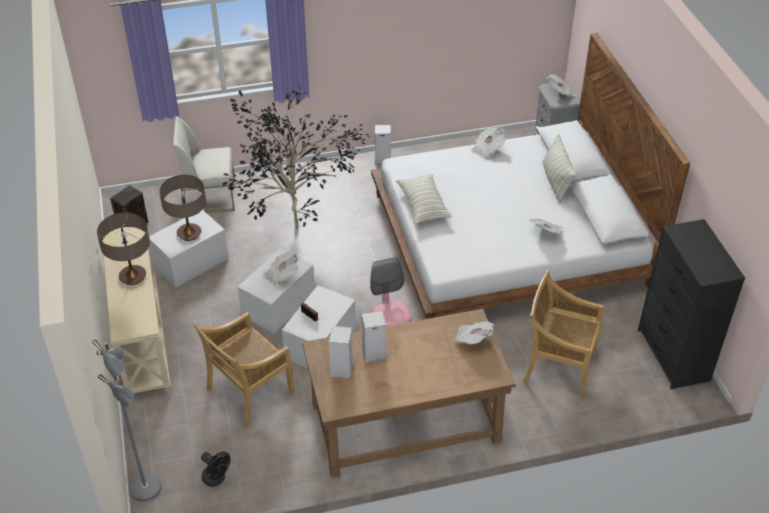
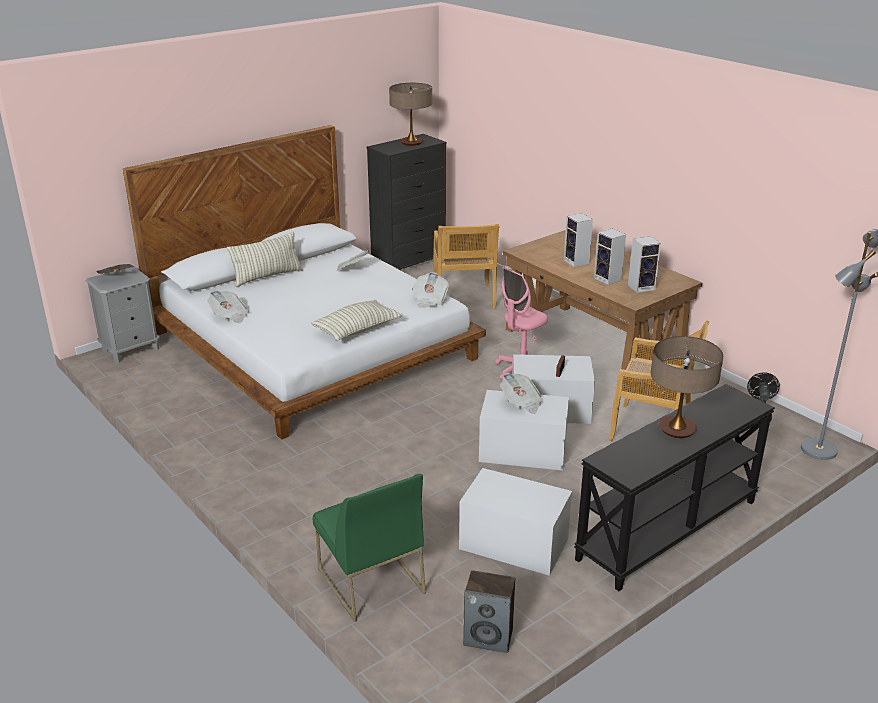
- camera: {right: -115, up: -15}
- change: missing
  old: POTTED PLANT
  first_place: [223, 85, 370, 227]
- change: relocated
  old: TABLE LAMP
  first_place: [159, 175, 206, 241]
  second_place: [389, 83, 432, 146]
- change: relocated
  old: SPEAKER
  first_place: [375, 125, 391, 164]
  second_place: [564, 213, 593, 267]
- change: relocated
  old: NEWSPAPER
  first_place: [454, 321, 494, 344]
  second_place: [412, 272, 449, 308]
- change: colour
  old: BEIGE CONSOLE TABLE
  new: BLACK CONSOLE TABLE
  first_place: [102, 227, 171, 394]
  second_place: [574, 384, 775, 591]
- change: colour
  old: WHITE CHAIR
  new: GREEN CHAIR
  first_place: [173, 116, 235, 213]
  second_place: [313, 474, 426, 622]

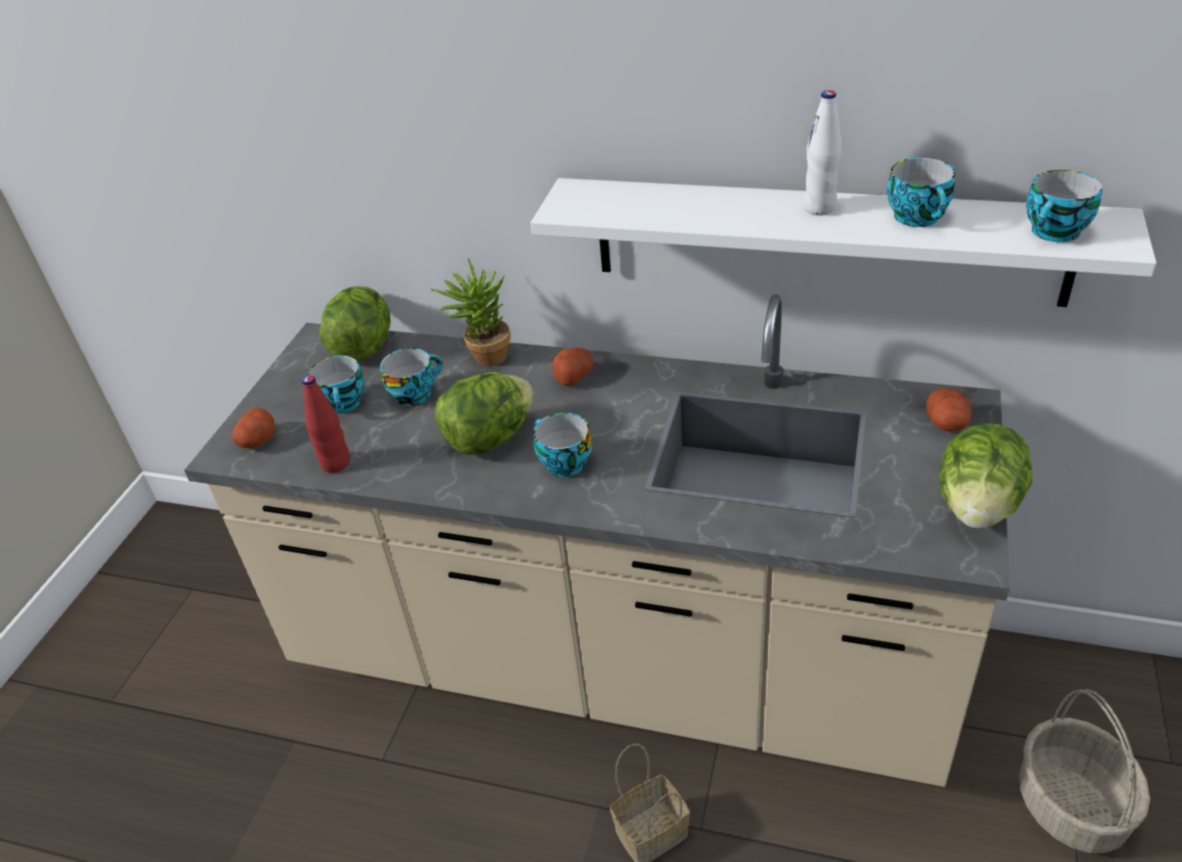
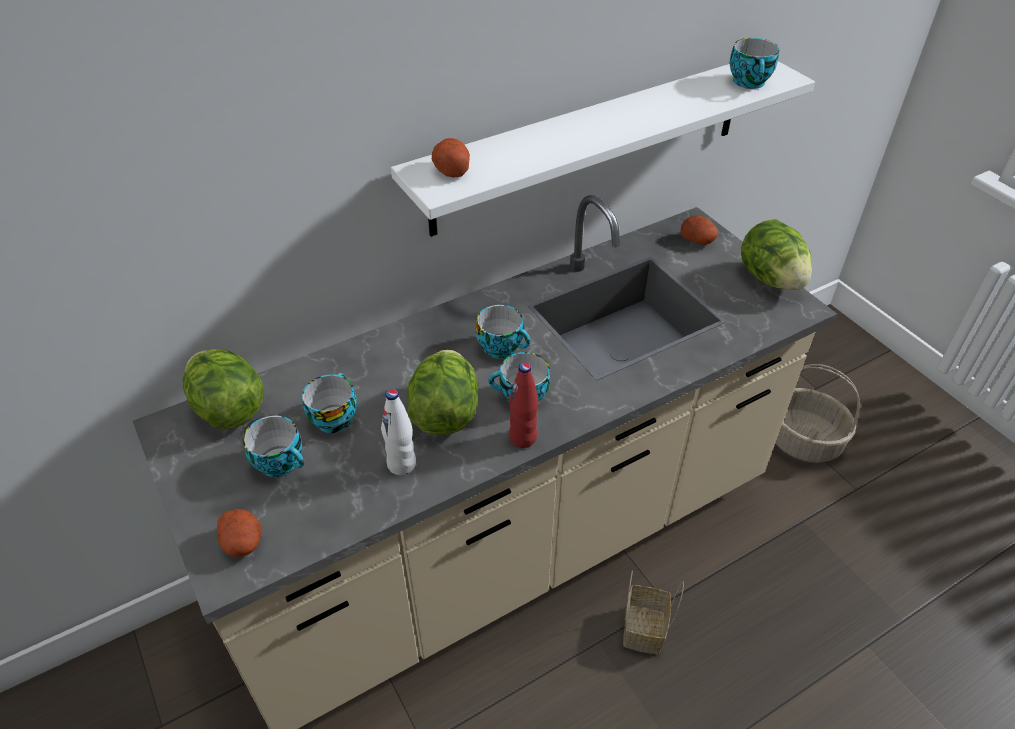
- camera: {right: -50, up: 5}
- change: missing
  old: POTTED PLANT
  first_place: [431, 258, 510, 366]
- change: relocated
  old: RED BOTTLE
  first_place: [302, 375, 350, 473]
  second_place: [509, 362, 539, 448]
- change: relocated
  old: POTATO
  first_place: [552, 347, 593, 386]
  second_place: [432, 138, 470, 178]
- change: relocated
  old: WHITE BOTTLE
  first_place: [803, 90, 842, 216]
  second_place: [381, 389, 416, 475]
- change: relocated
  old: CUP
  first_place: [887, 158, 956, 227]
  second_place: [476, 305, 530, 358]

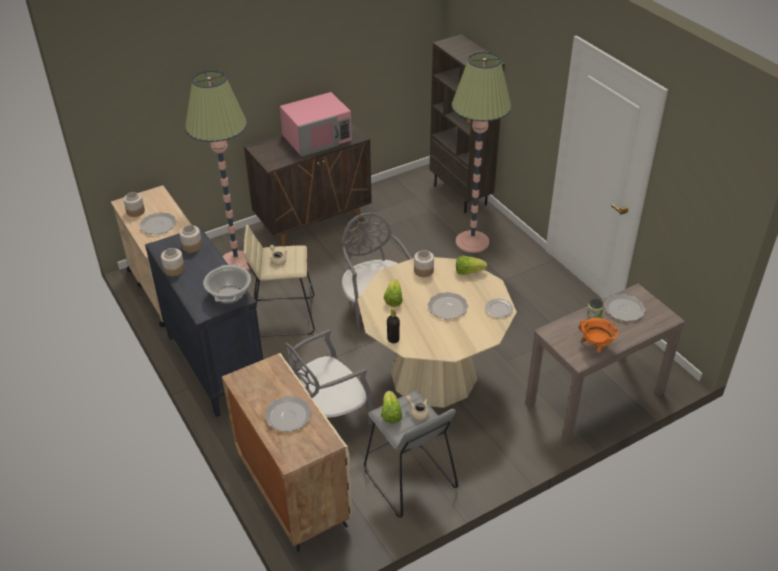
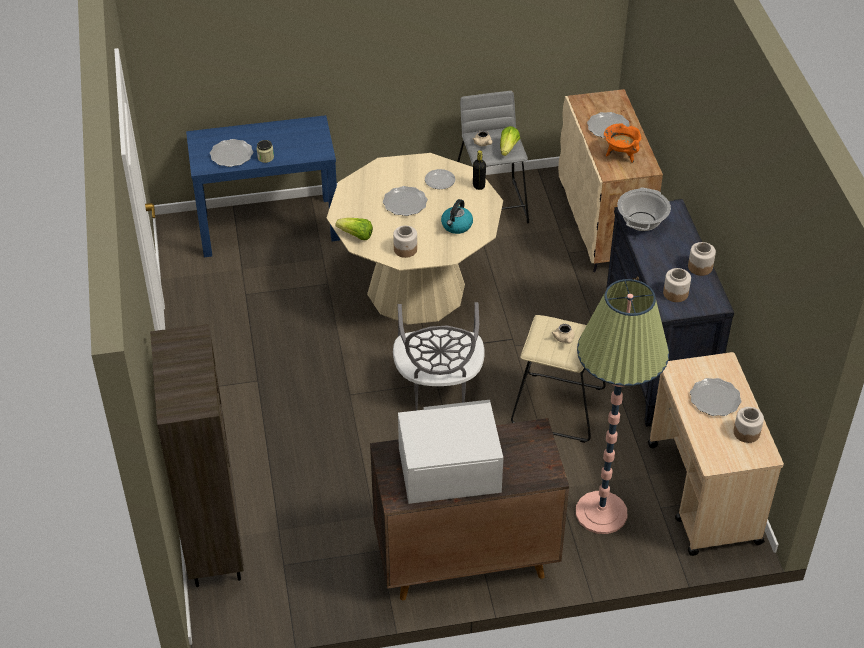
- camera: {right: -160, up: 5}
- change: missing
  old: GREY CHAIR
  first_place: [285, 329, 372, 425]
- change: missing
  old: FLOOR LAMP
  first_place: [452, 52, 512, 253]
- change: relocated
  old: PLATE
  first_place: [485, 298, 513, 318]
  second_place: [425, 169, 455, 189]
- change: relocated
  old: ORANGE COOKING POT
  first_place: [578, 318, 619, 353]
  second_place: [604, 123, 641, 163]
- change: exchanged
  old: LETTUCE
  new: KETTLE
  first_place: [384, 279, 403, 307]
  second_place: [441, 199, 473, 234]
- change: colour
  old: PINK MICROWAVE
  new: WHITE MICROWAVE
  first_place: [280, 92, 352, 157]
  second_place: [398, 400, 503, 504]
- change: colour
  old: BROWN CONSOLE TABLE
  new: BLUE CONSOLE TABLE
  first_place: [525, 284, 685, 444]
  second_place: [186, 115, 340, 257]

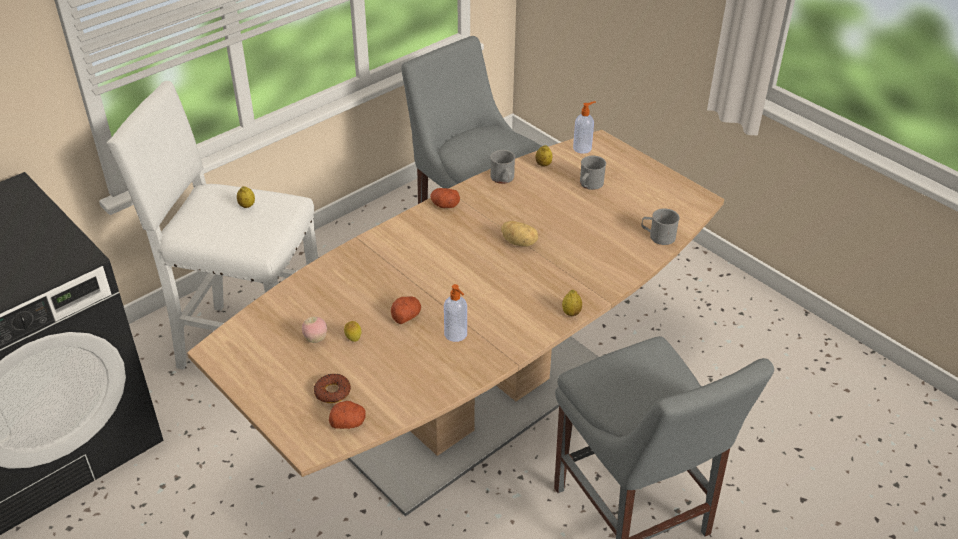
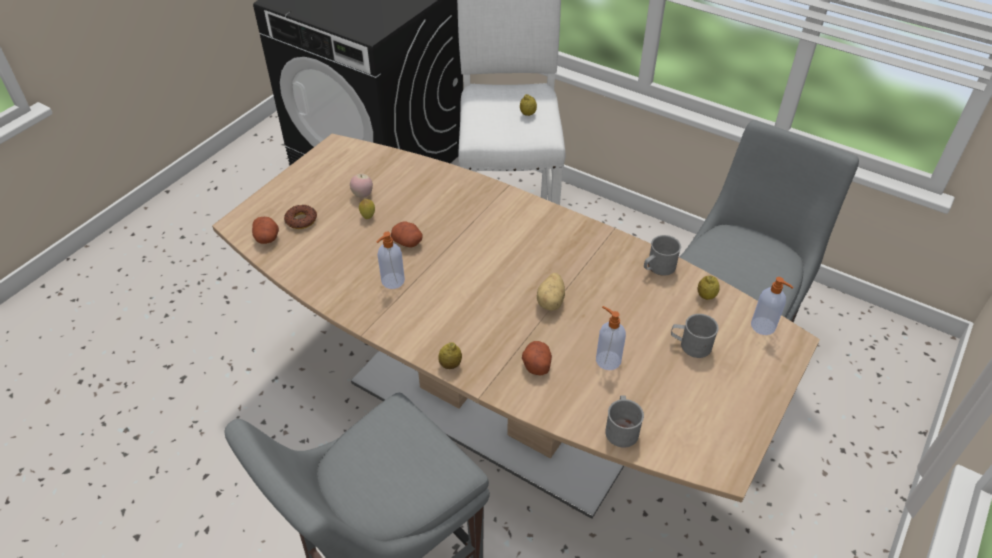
- camera: {right: 75, up: 5}
- change: appeared
  new: SOAP DISPENSER
  second_place: [596, 306, 626, 370]
- change: relocated
  old: POTATO
  first_place: [430, 188, 460, 208]
  second_place: [522, 341, 552, 375]

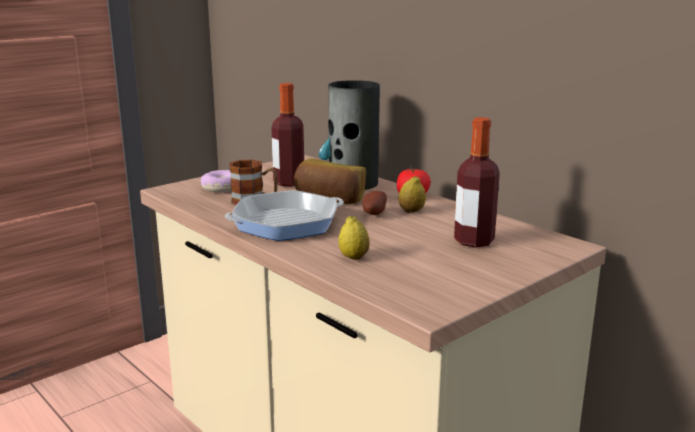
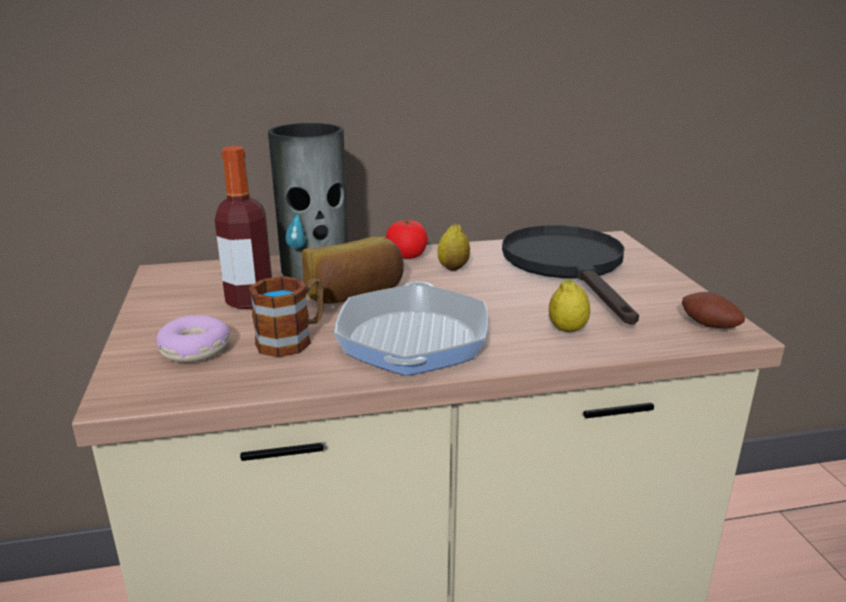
- camera: {right: -60, up: 5}
- change: relocated
  old: POTATO
  first_place: [362, 191, 387, 215]
  second_place: [682, 292, 745, 329]
- change: exchanged
  old: BOTTLE
  new: BLACK FRYING PAN
  first_place: [454, 117, 500, 247]
  second_place: [502, 225, 639, 325]

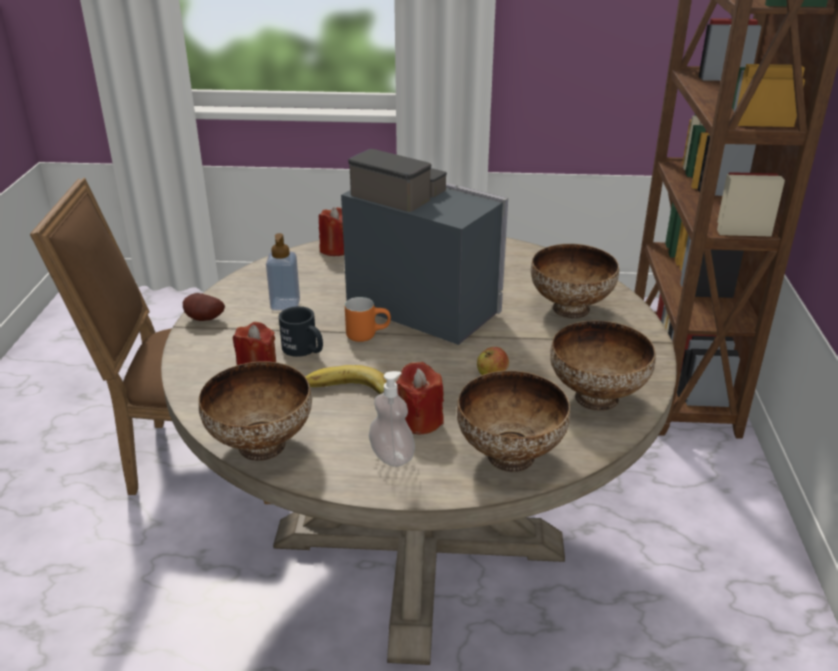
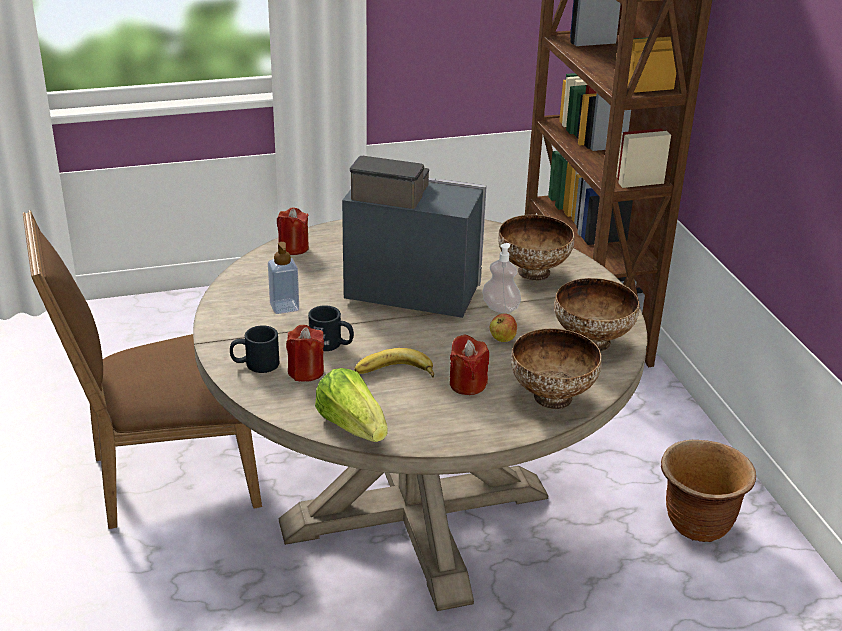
- camera: {right: -20, up: 0}
- change: missing
  old: POTATO
  first_place: [183, 293, 225, 321]
- change: missing
  old: ORANGE MUG
  first_place: [345, 297, 391, 342]
- change: appeared
  new: BLACK MUG
  second_place: [230, 325, 279, 373]
- change: appeared
  new: BROWN PLANTER
  second_place: [661, 440, 756, 542]
- change: relocated
  old: SOAP DISPENSER
  first_place: [369, 371, 415, 467]
  second_place: [482, 243, 521, 313]
- change: exchanged
  old: BOWL
  new: LETTUCE
  first_place: [199, 361, 312, 461]
  second_place: [315, 368, 388, 442]

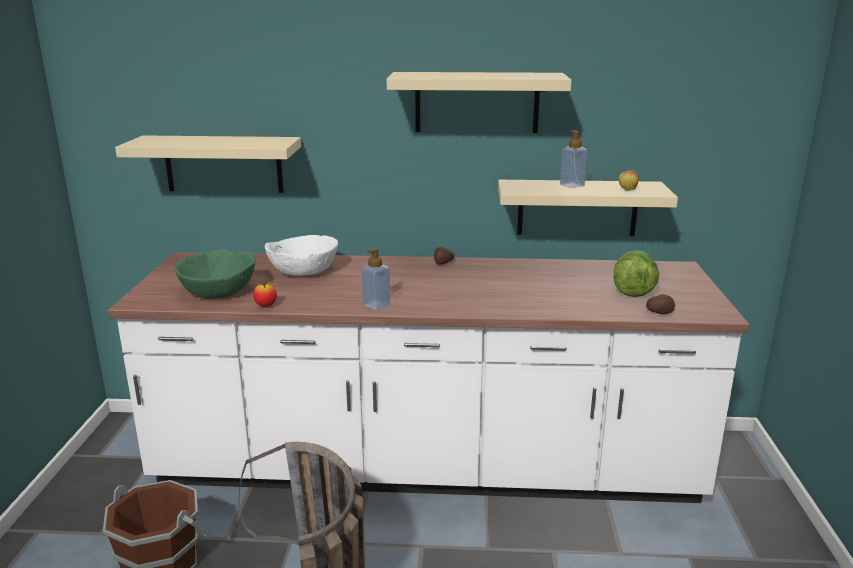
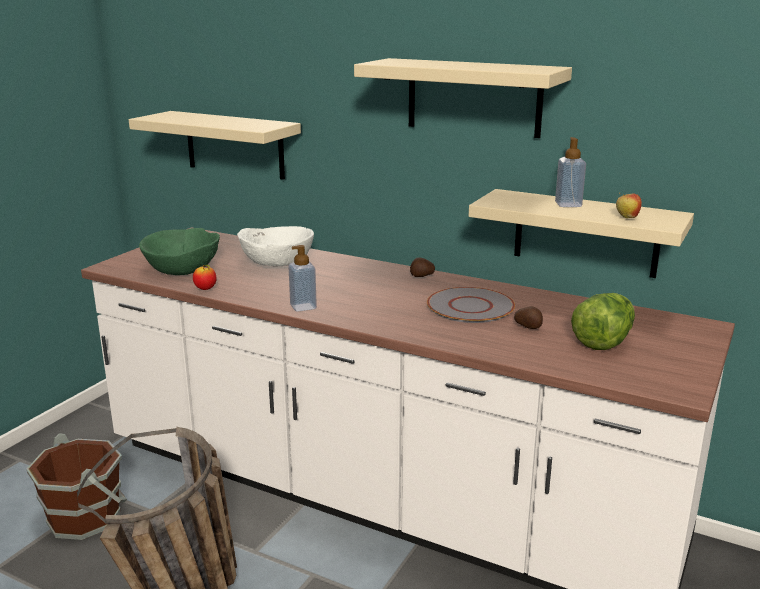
- camera: {right: 25, up: 0}
- change: appeared
  new: GREY PLATE
  second_place: [427, 287, 515, 323]
- change: relocated
  old: POTATO
  first_place: [646, 294, 675, 314]
  second_place: [514, 306, 543, 329]

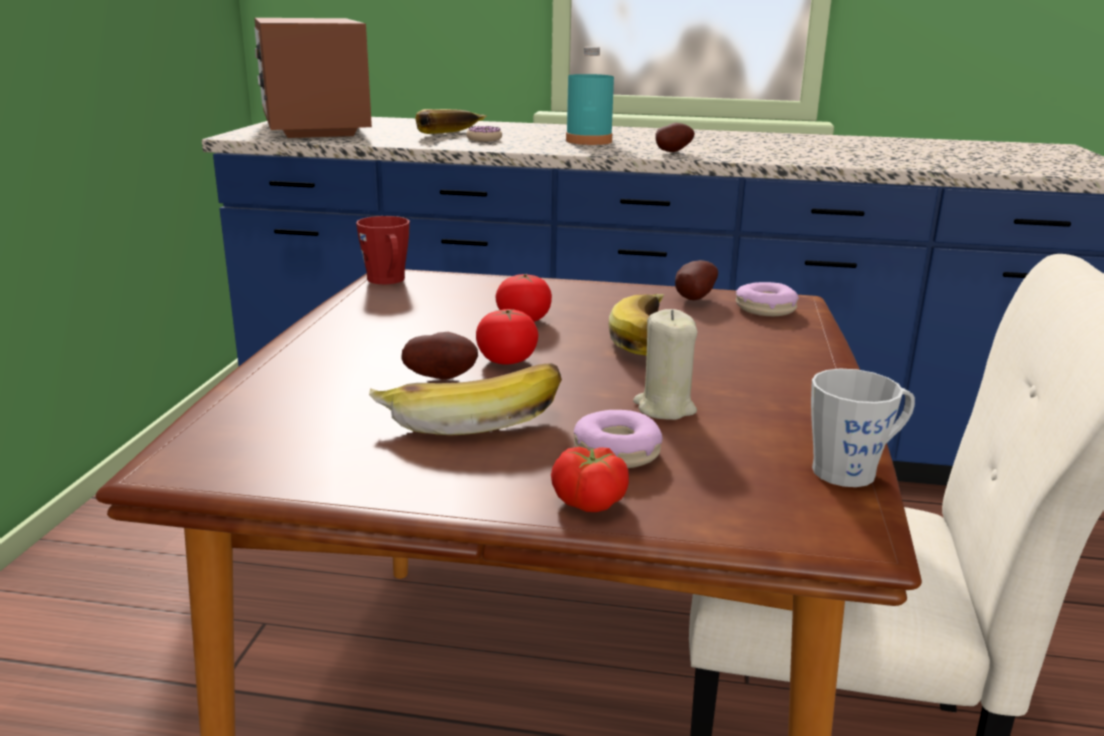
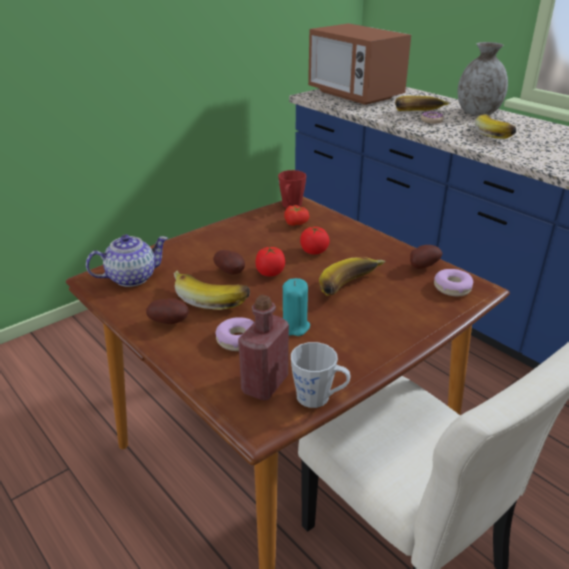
- camera: {right: 40, up: 10}
- change: appeared
  new: TEAPOT
  second_place: [86, 234, 168, 287]
- change: appeared
  new: RED BOTTLE
  second_place: [238, 295, 289, 400]
- change: appeared
  new: GREY VASE
  second_place: [458, 42, 508, 116]
- change: relocated
  old: TOMATO
  first_place: [551, 447, 629, 512]
  second_place: [284, 205, 309, 226]
- change: relocated
  old: POTATO
  first_place: [656, 123, 695, 152]
  second_place: [146, 298, 189, 324]
- change: exchanged
  old: TURQUOISE BOTTLE
  new: BANANA
  first_place: [566, 47, 614, 145]
  second_place: [475, 114, 516, 139]
- change: colour
  old: BEIGE CANDLE
  new: TURQUOISE CANDLE
  first_place: [633, 309, 697, 420]
  second_place: [283, 278, 310, 336]
- change: spun
  old: MICROWAVE
  first_place: [254, 18, 372, 138]
  second_place: [308, 23, 411, 105]
  degrees: -60

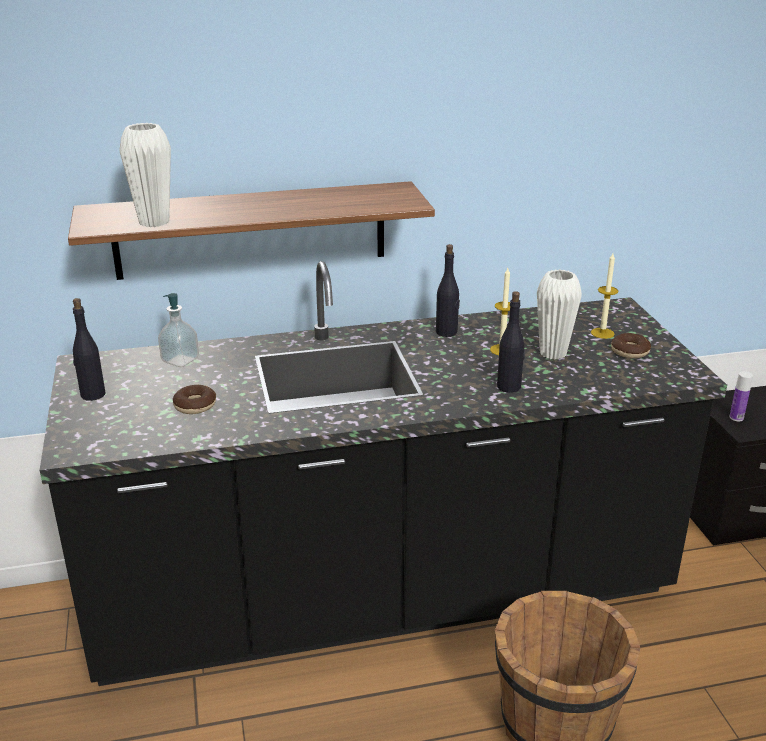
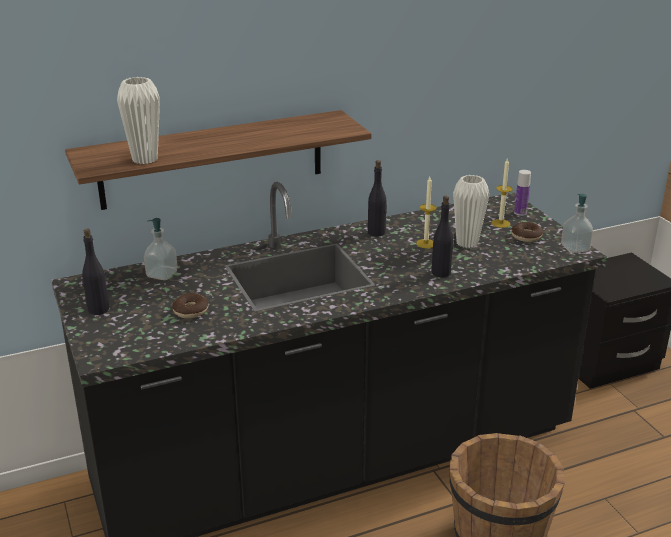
- camera: {right: -10, up: 0}
- change: appeared
  new: SOAP DISPENSER
  second_place: [561, 194, 593, 253]
- change: relocated
  old: BOTTLE
  first_place: [729, 371, 753, 421]
  second_place: [514, 170, 531, 216]

